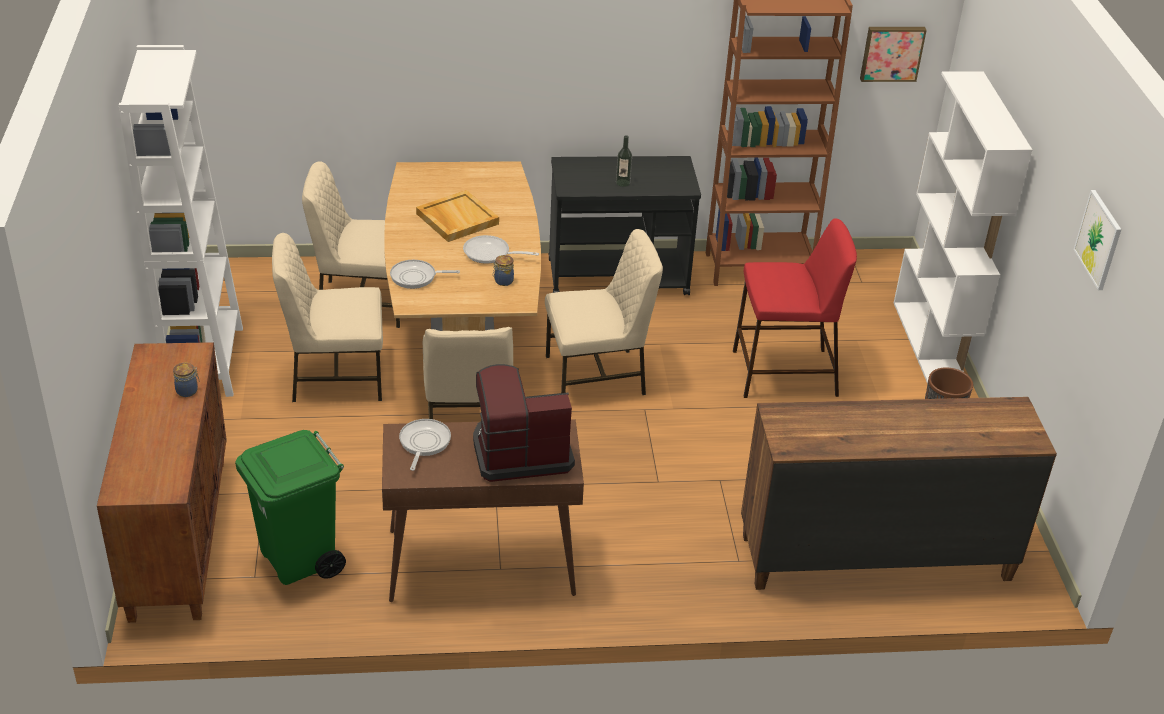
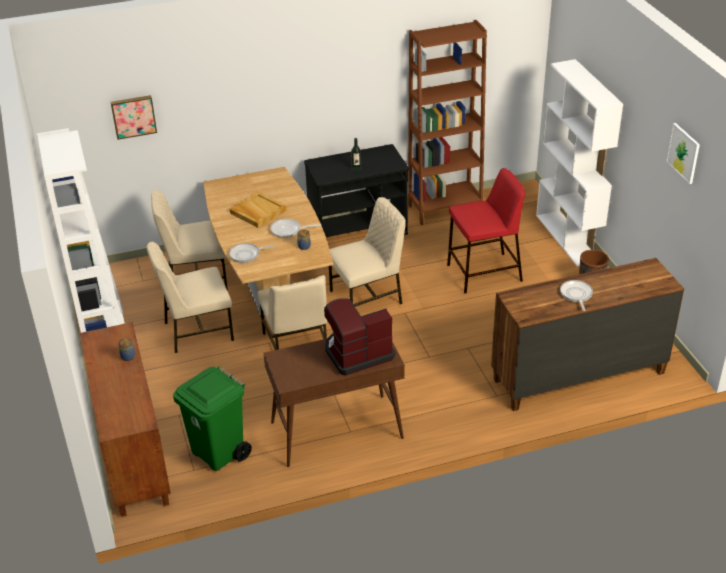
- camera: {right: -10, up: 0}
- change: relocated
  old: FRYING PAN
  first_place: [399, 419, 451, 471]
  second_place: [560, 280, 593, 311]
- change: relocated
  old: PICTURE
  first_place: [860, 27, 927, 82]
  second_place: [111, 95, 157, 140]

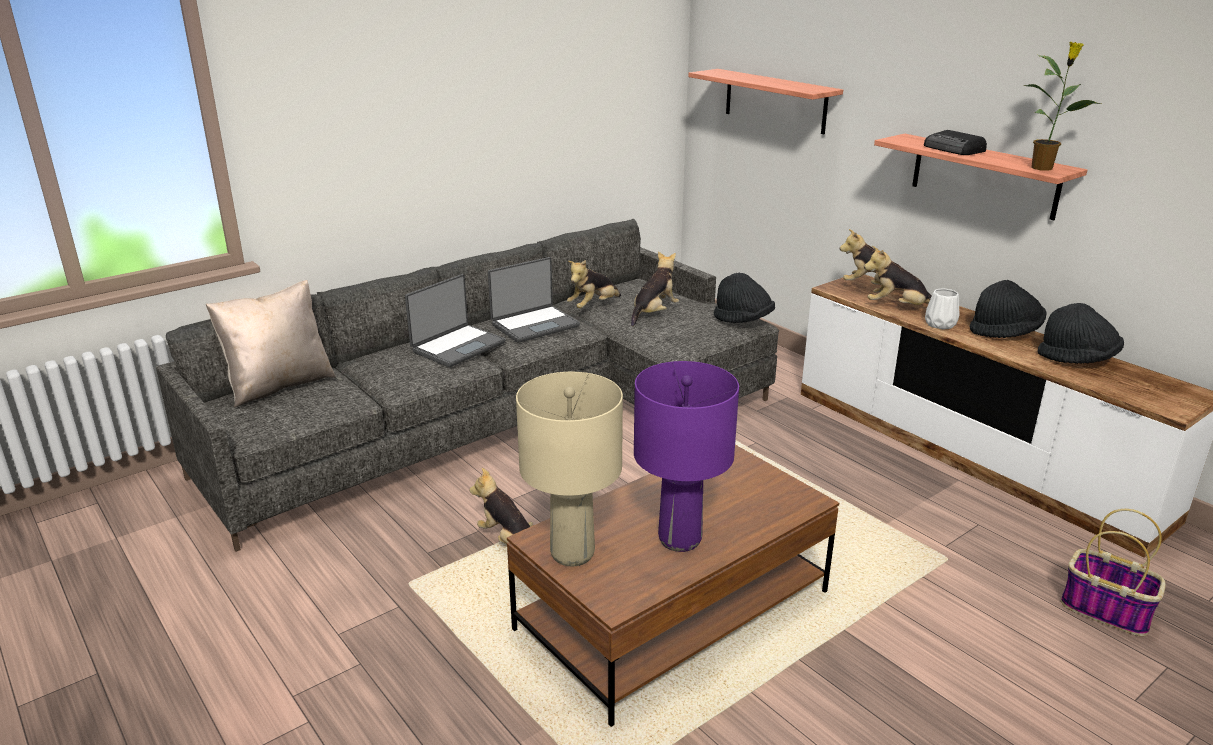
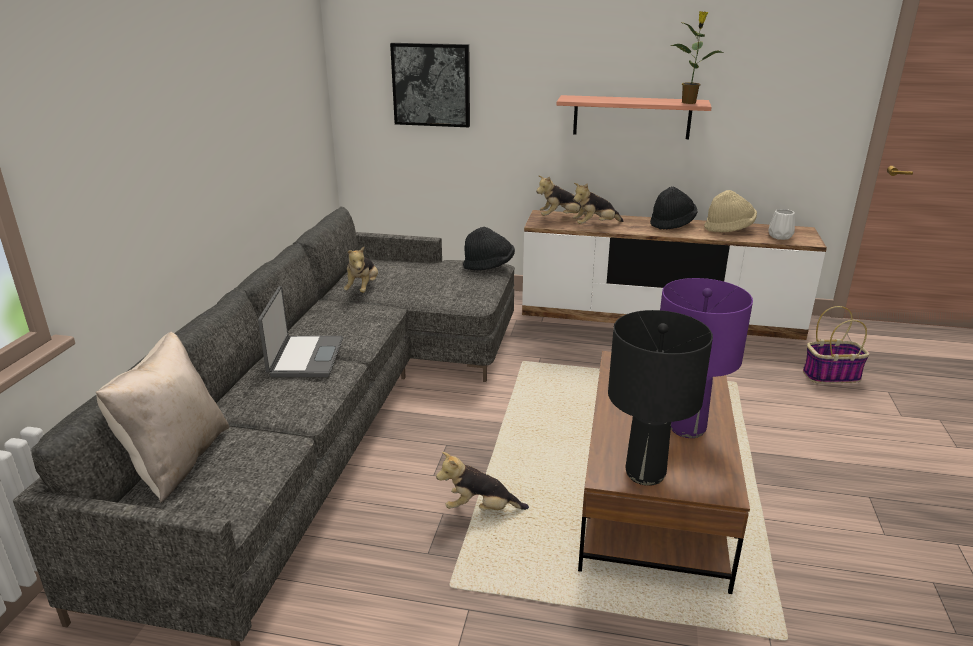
- camera: {right: -40, up: 0}
- change: missing
  old: LAPTOP
  first_place: [488, 257, 580, 343]
- change: missing
  old: PLUSH TOY
  first_place: [631, 251, 679, 327]
- change: missing
  old: RADIO
  first_place: [924, 130, 987, 155]
- change: relocated
  old: WHITE VASE
  first_place: [925, 289, 960, 329]
  second_place: [768, 209, 795, 240]
- change: exchanged
  old: SHELF
  new: PICTURE
  first_place: [688, 69, 843, 134]
  second_place: [390, 43, 470, 127]
- change: colour
  old: BEIGE TABLE LAMP
  new: BLACK TABLE LAMP
  first_place: [516, 372, 623, 566]
  second_place: [608, 310, 713, 486]
- change: colour
  old: BLACK HAT
  new: BEIGE HAT
  first_place: [1037, 303, 1124, 364]
  second_place: [704, 190, 757, 232]

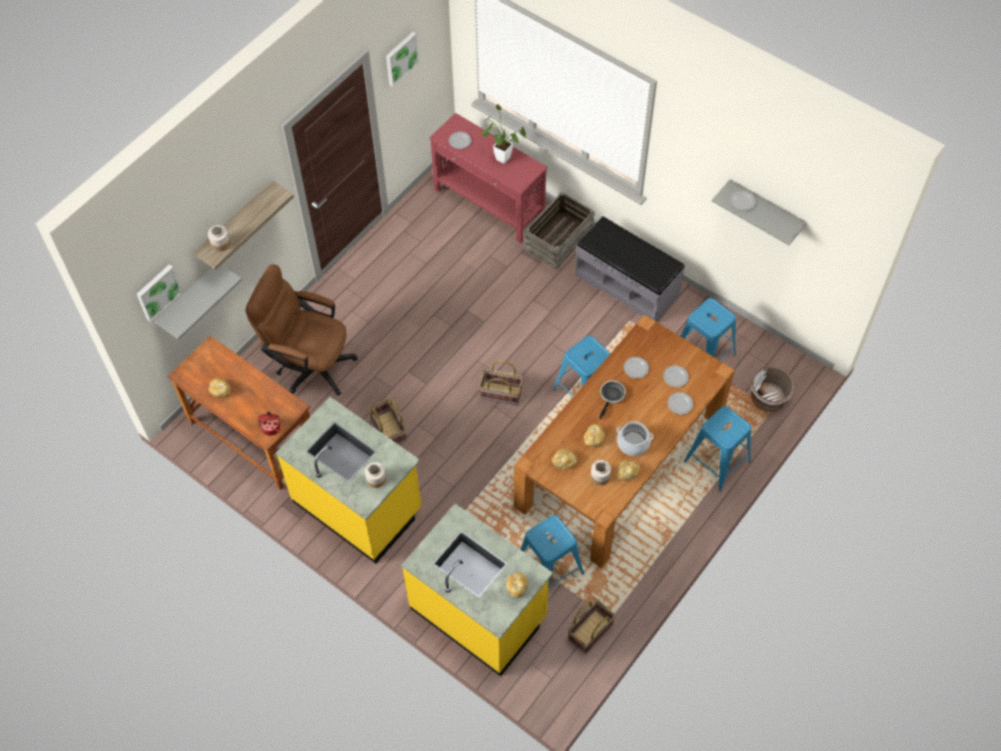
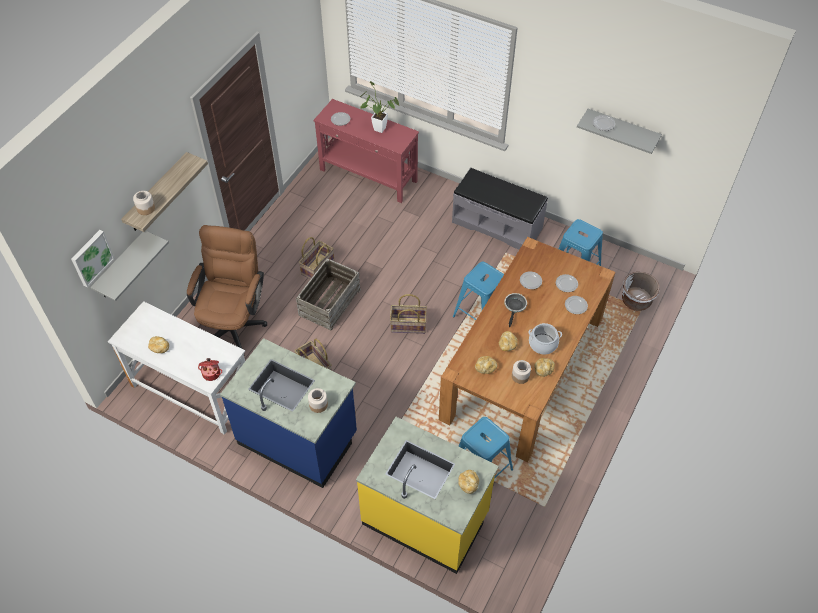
- camera: {right: -10, up: -5}
- change: missing
  old: PICTURE
  first_place: [386, 32, 419, 87]
- change: missing
  old: BLUE STOOL
  first_place: [684, 406, 751, 492]
- change: relocated
  old: CRATE
  first_place: [524, 192, 595, 270]
  second_place: [296, 258, 361, 331]
- change: relocated
  old: BASKET
  first_place: [568, 600, 616, 654]
  second_place: [299, 237, 335, 279]
- change: colour
  old: BROWN DESK
  new: WHITE DESK
  first_place: [167, 336, 310, 490]
  second_place: [108, 301, 245, 435]
- change: colour
  old: YELLOW COUNTER
  new: BLUE COUNTER
  first_place: [276, 397, 421, 564]
  second_place: [220, 338, 357, 488]
- change: spun
  old: BROWN OFFICE CHAIR
  first_place: [246, 264, 358, 396]
  second_place: [187, 225, 267, 356]
  degrees: 90

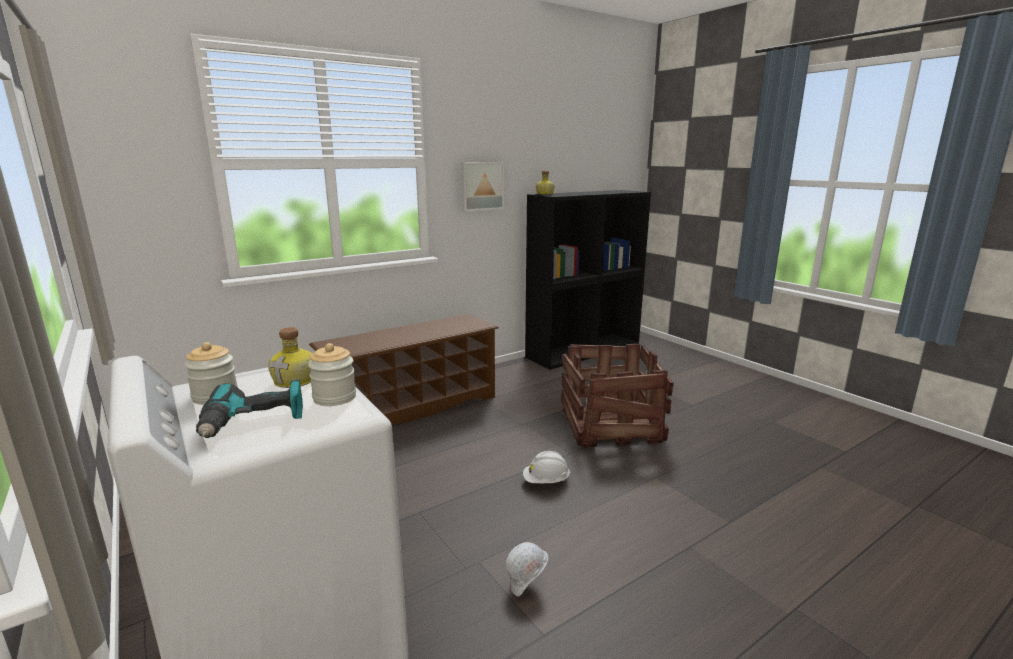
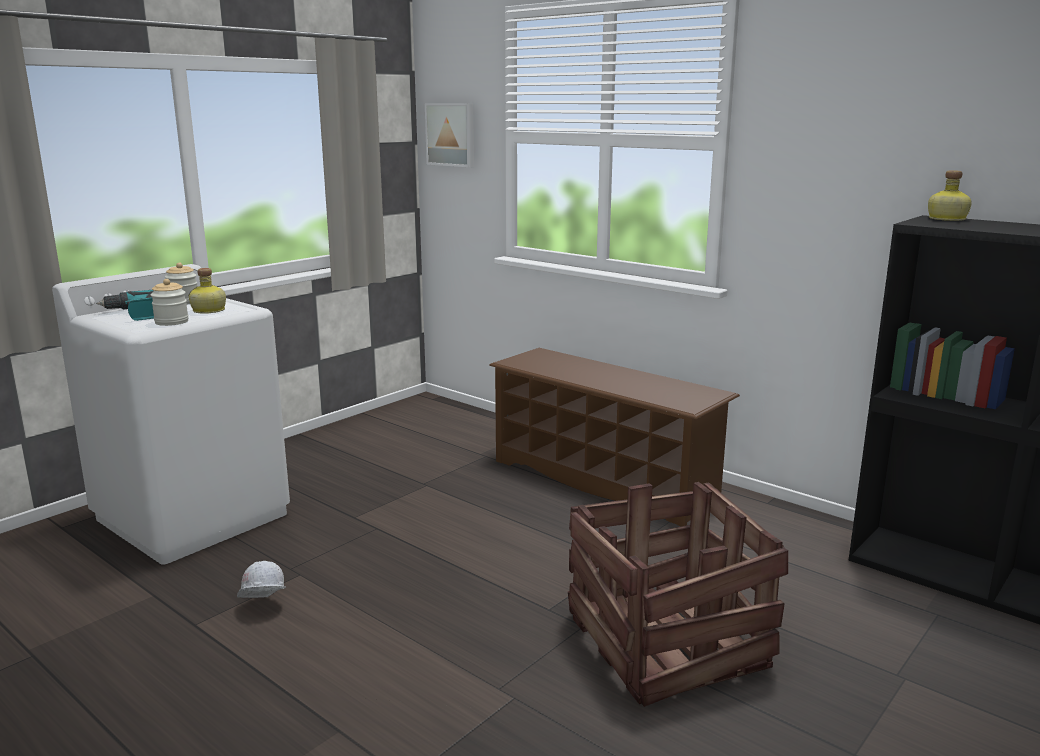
- camera: {right: 75, up: 0}
- change: missing
  old: WHITE HARD HAT
  first_place: [523, 451, 570, 483]
- change: relocated
  old: PICTURE
  first_place: [461, 162, 504, 211]
  second_place: [425, 103, 474, 167]

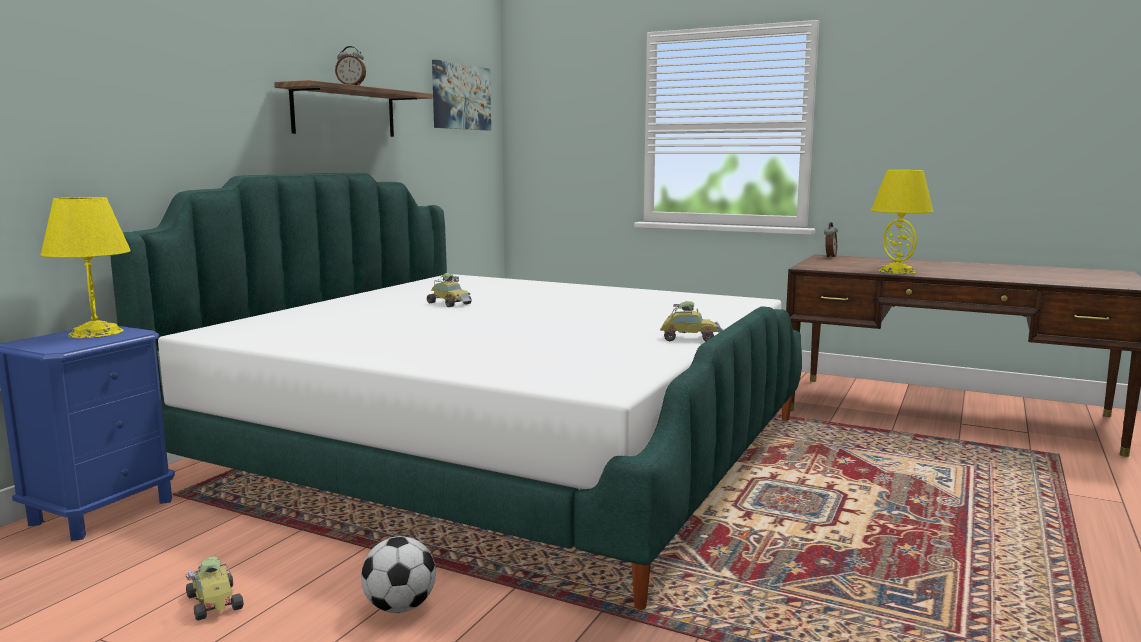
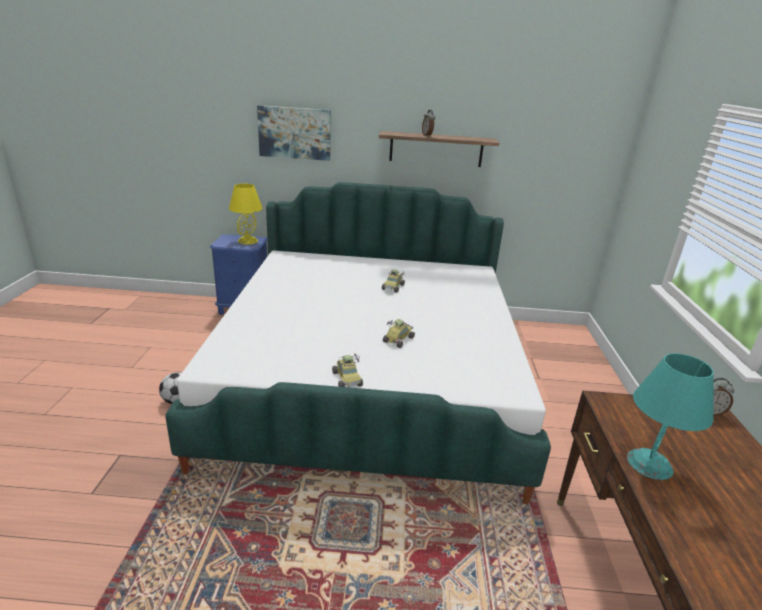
- camera: {right: 65, up: 15}
- change: relocated
  old: TOY CAR
  first_place: [185, 557, 244, 621]
  second_place: [383, 319, 415, 348]
- change: relocated
  old: PICTURE
  first_place: [432, 60, 491, 130]
  second_place: [257, 105, 331, 161]
- change: colour
  old: YELLOW TABLE LAMP
  new: TURQUOISE TABLE LAMP
  first_place: [871, 170, 933, 274]
  second_place: [627, 353, 714, 480]

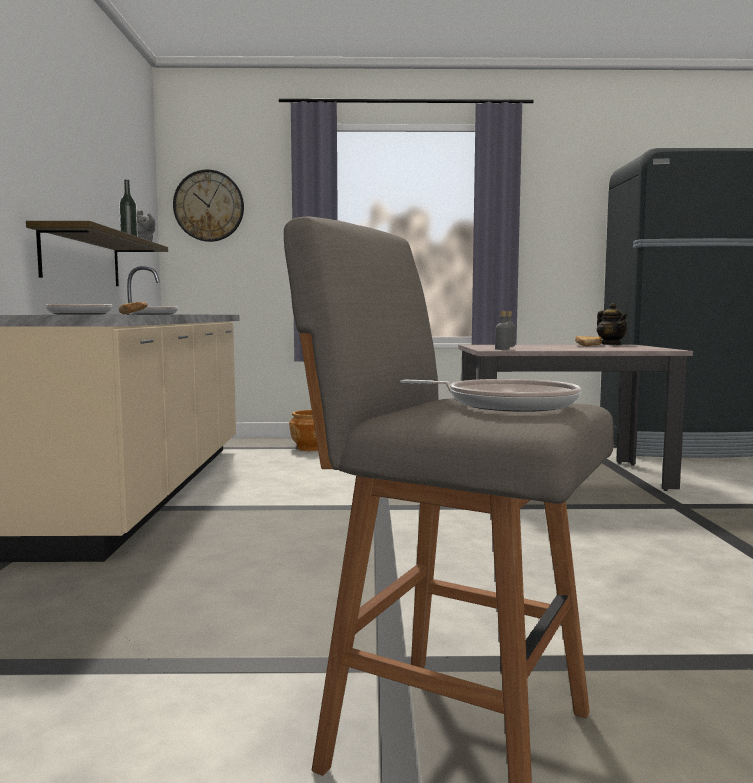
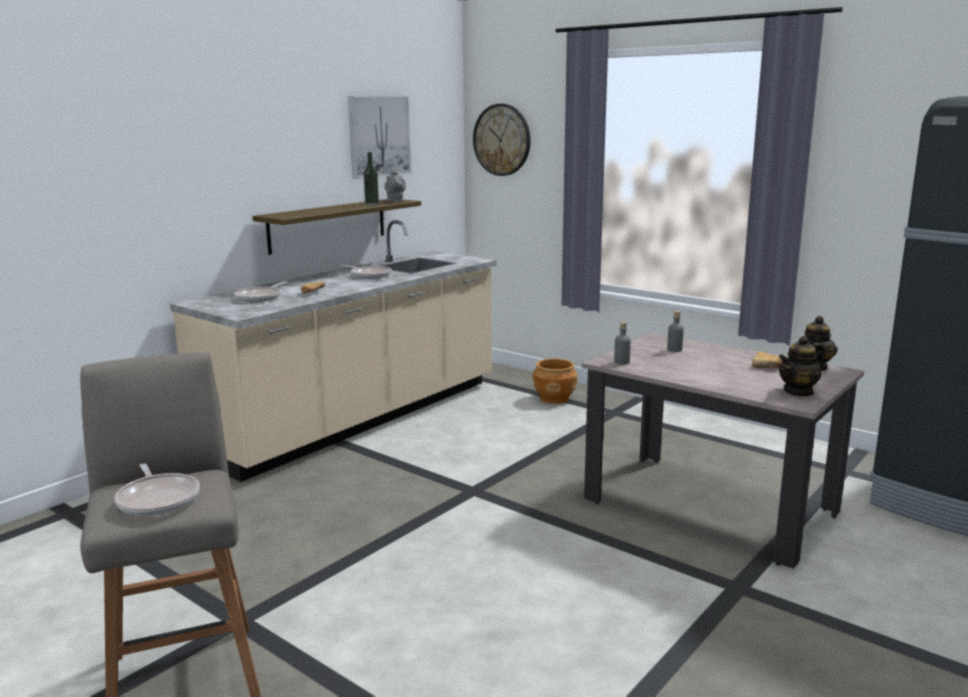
- camera: {right: 40, up: 10}
- change: appeared
  new: PICTURE
  second_place: [348, 96, 411, 179]
- change: appeared
  new: TEAPOT
  second_place: [779, 336, 824, 397]

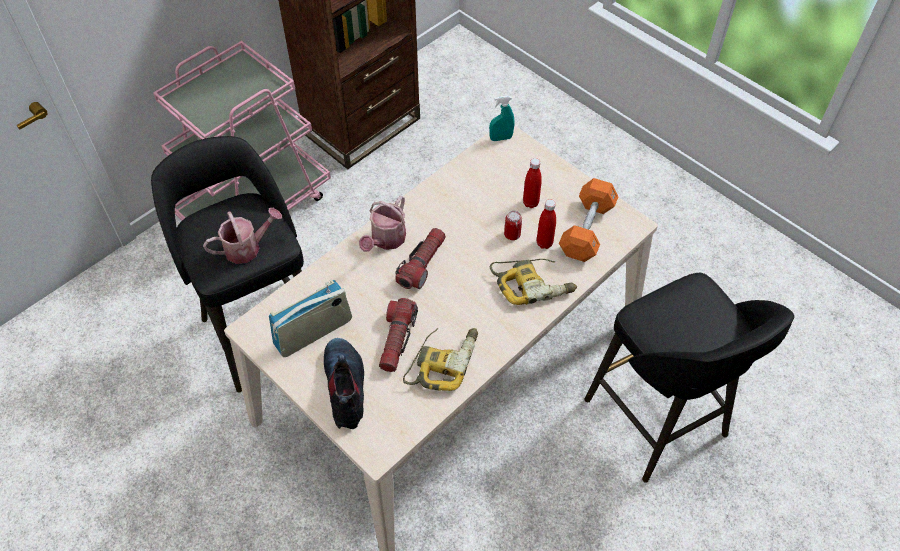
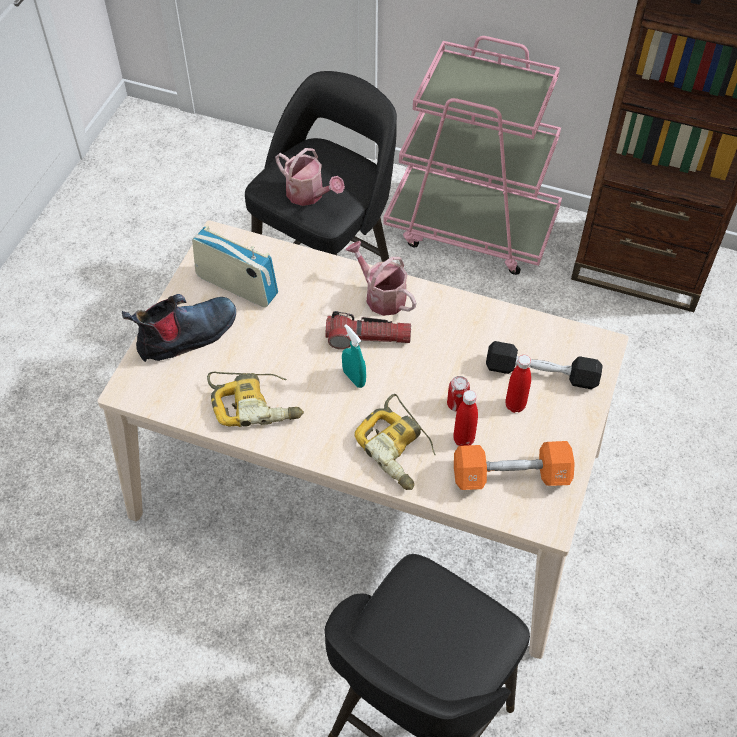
- camera: {right: 65, up: 0}
- change: missing
  old: FLASHLIGHT
  first_place: [379, 298, 418, 372]
- change: appeared
  new: BLACK DUMBBELL
  second_place: [486, 341, 603, 389]
- change: relocated
  old: TURQUOISE SPRAY BOTTLE
  first_place: [489, 96, 514, 141]
  second_place: [342, 324, 366, 388]
- change: spun
  old: WATERING CAN
  first_place: [359, 196, 406, 252]
  second_place: [345, 241, 416, 316]
  degrees: 45

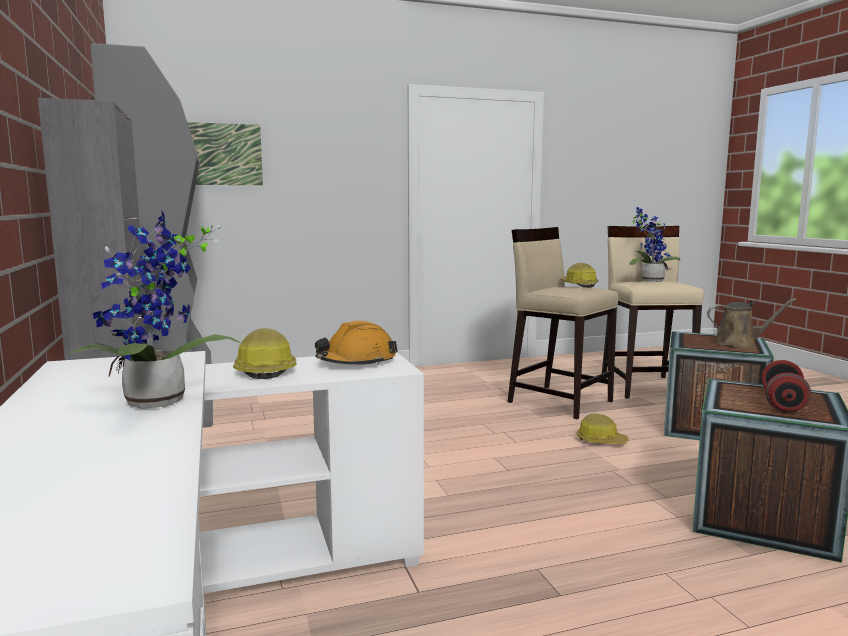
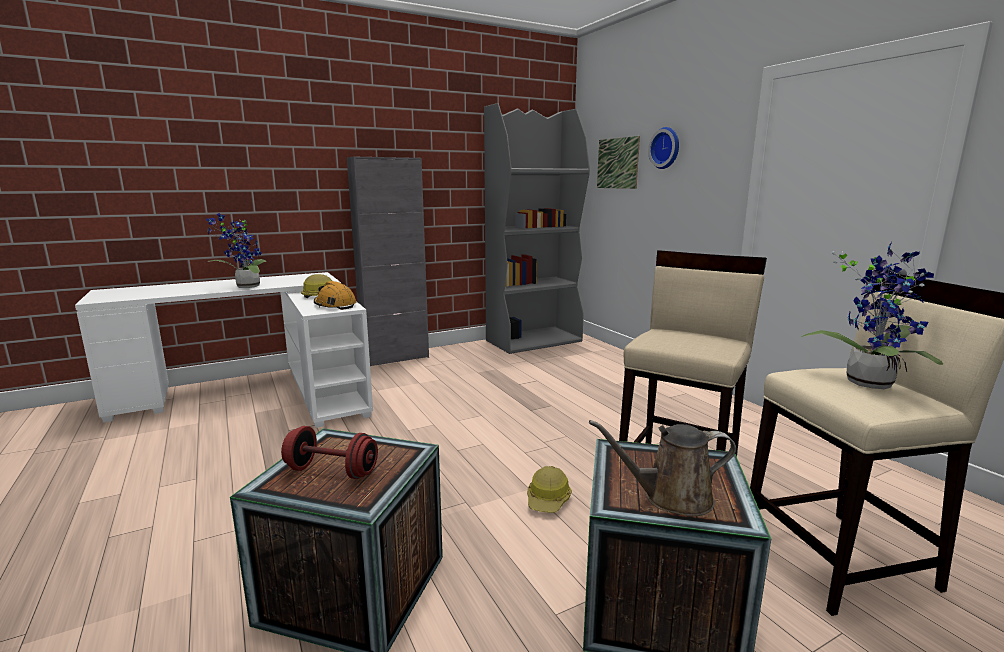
- camera: {right: 80, up: 5}
- change: missing
  old: HARD HAT
  first_place: [559, 263, 598, 288]
- change: appeared
  new: WALL CLOCK
  second_place: [648, 127, 679, 169]
- change: spun
  old: BROWN WATERING CAN
  first_place: [707, 298, 797, 348]
  second_place: [589, 420, 736, 517]
  degrees: 90

